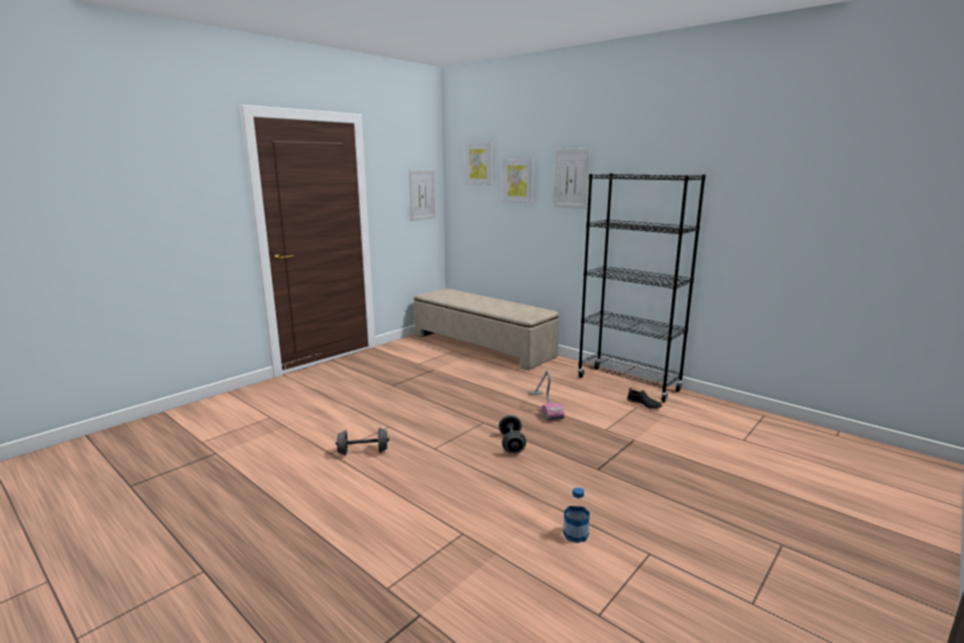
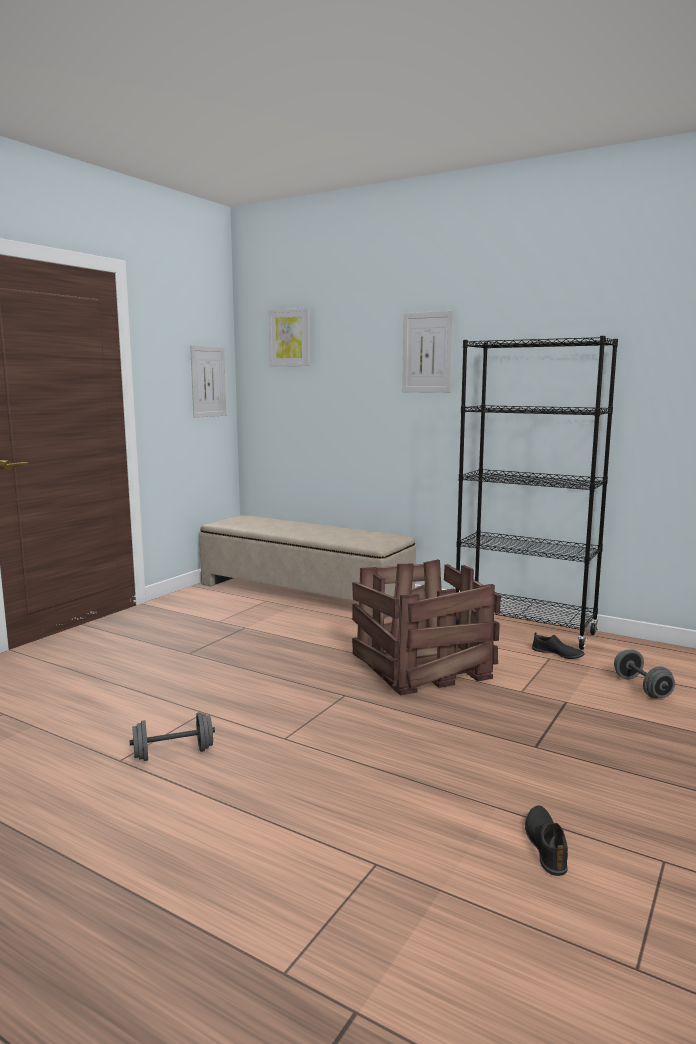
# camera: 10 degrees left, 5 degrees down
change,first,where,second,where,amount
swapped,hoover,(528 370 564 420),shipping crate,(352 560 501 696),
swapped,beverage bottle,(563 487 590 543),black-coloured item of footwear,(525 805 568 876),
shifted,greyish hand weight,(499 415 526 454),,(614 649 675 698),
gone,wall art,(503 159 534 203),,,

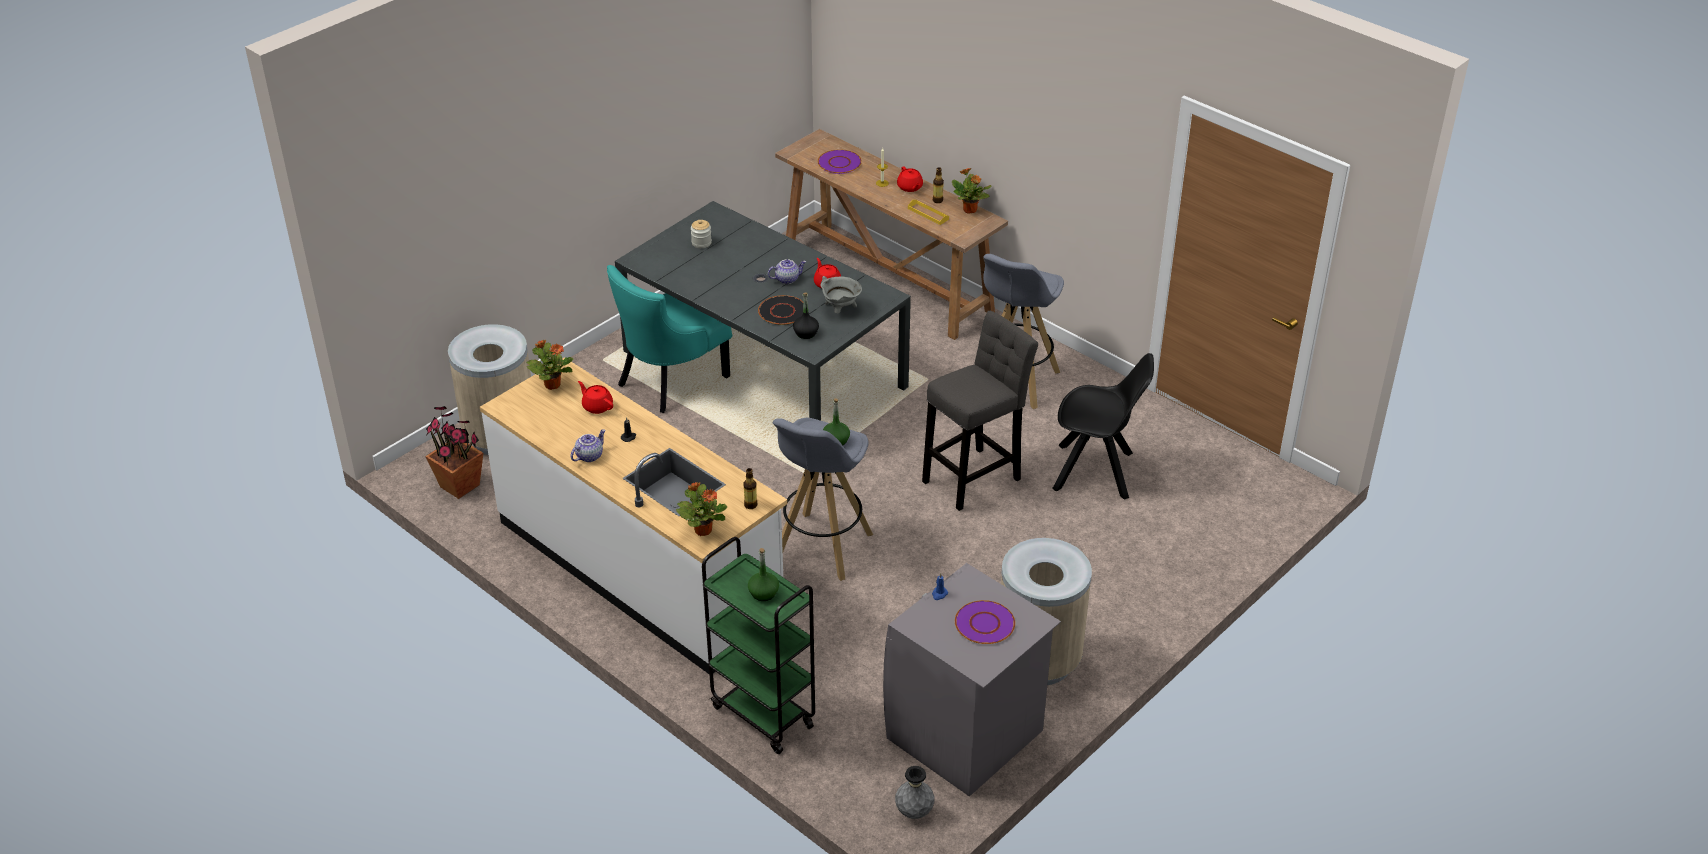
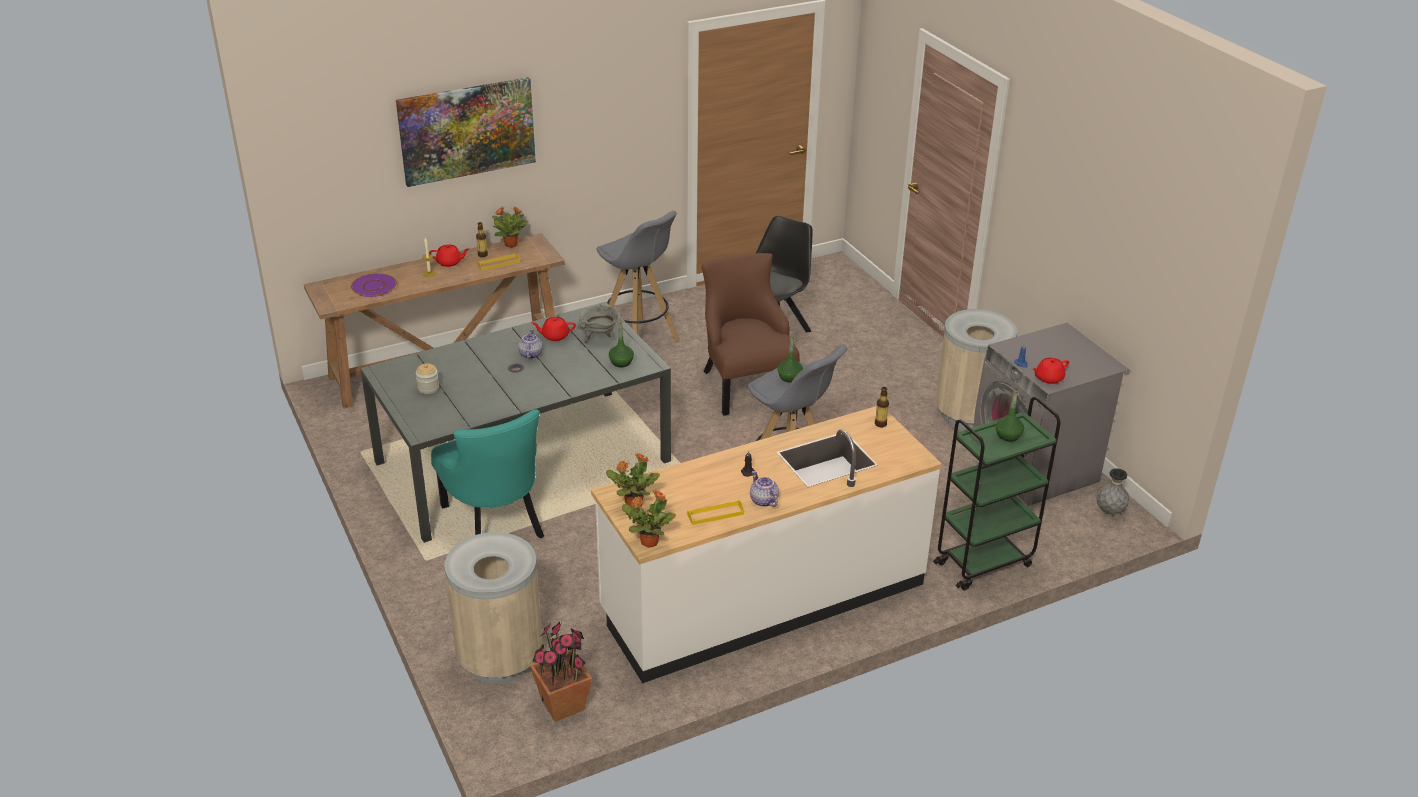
# camera: 70 degrees left, 5 degrees down
change,first,where,second,where,amount
new,,,wall art,(396 77 536 187),
repainted,black-coloured beverage bottle,(793 292 819 339),greenish beverage bottle,(609 321 634 367),
shifted,potted plant,(676 482 727 536),,(622 490 676 548),
new,,,yellowish carrying tray,(687 500 744 525),
swapped,greyish sitting stool,(922 311 1038 511),brown plain chair,(701 253 800 416),
shifted,red tea pot,(578 381 613 414),,(1032 358 1069 384),
gone,black-coloured flat dish,(758 295 803 325),,,
gone,purple-coloured flat dish,(955 600 1015 644),,,

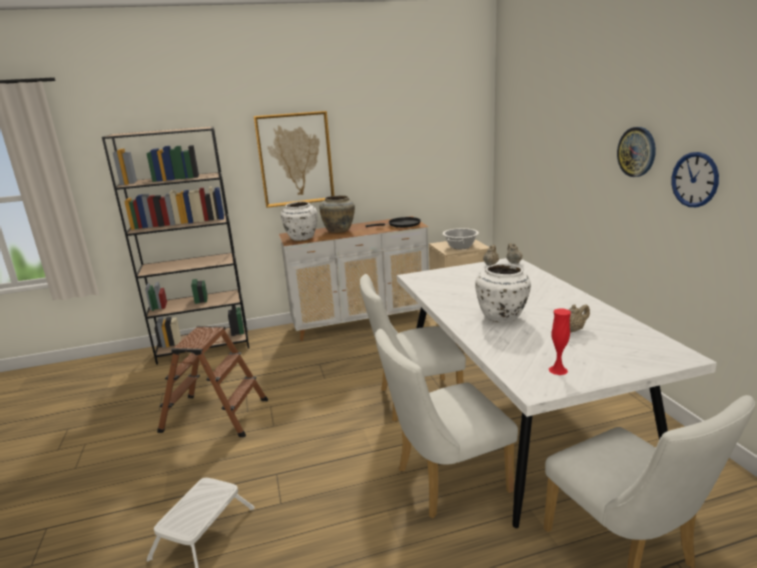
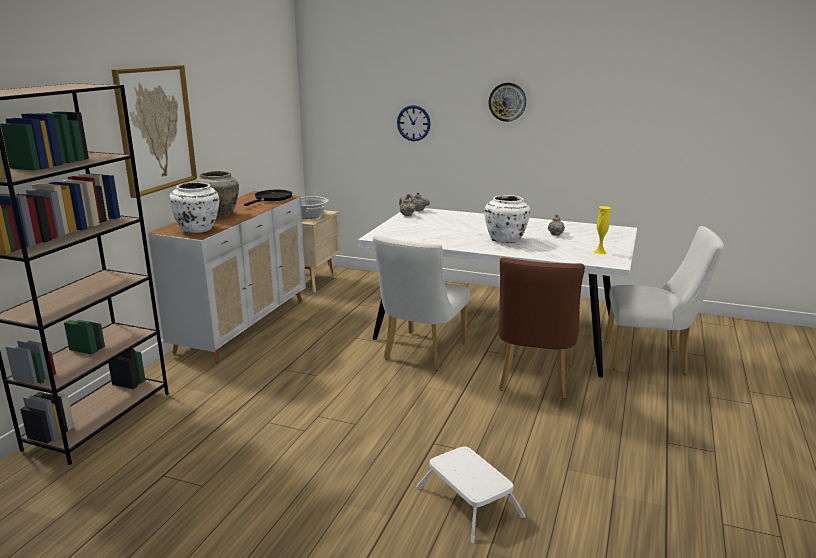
# camera: 55 degrees left, 0 degrees up
change,first,where,second,where,amount
shifted,wall clock,(671 152 719 207),,(397 105 431 141),
repainted,whitish plain chair,(375 329 518 518),brown plain chair,(498 257 585 399),
repainted,red flower vase,(549 309 571 375),yellowish flower vase,(594 206 611 255),
gone,brown stepladder,(157 326 268 437),,,

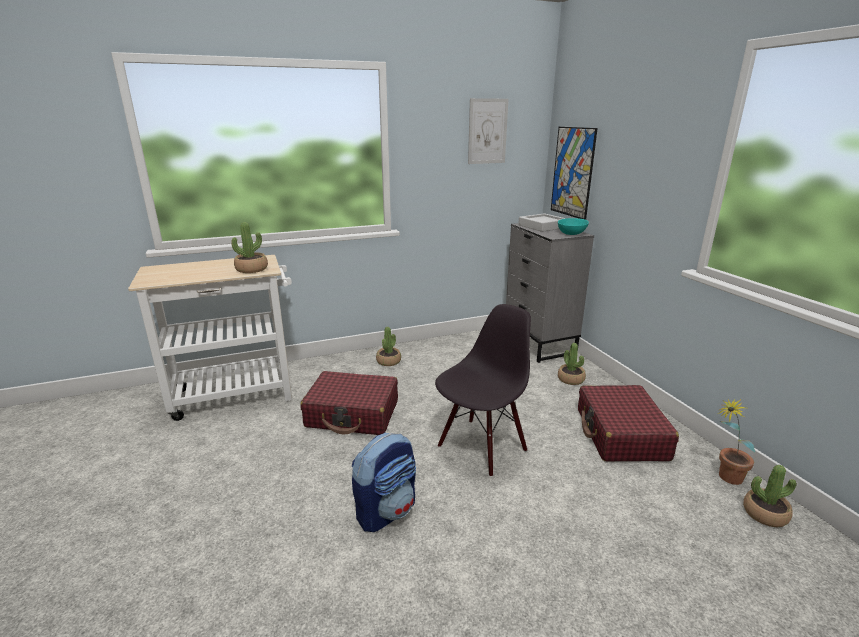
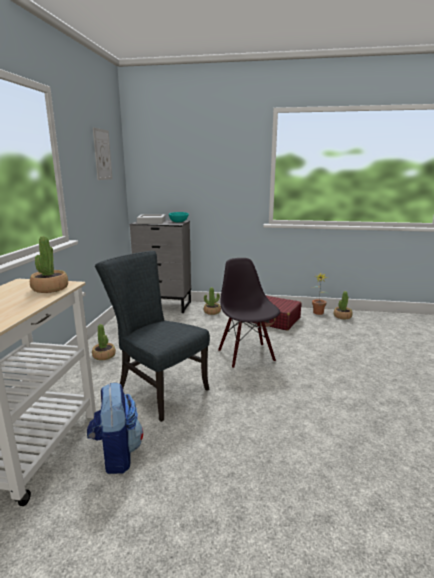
# camera: 60 degrees left, 5 degrees down
change,first,where,second,where,amount
shifted,rucksack,(352 433 416 532),,(87 383 143 474),
swapped,red piece of luggage,(300 371 398 435),greyish plain chair,(95 251 210 422),
gone,wall art,(551 127 598 220),,,

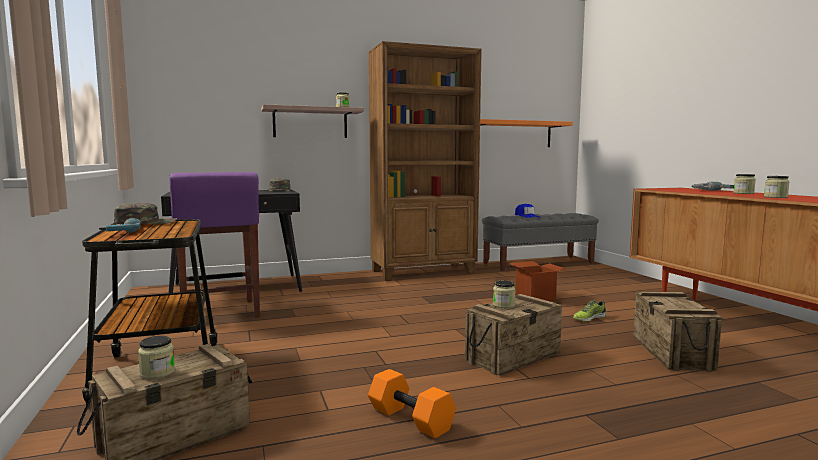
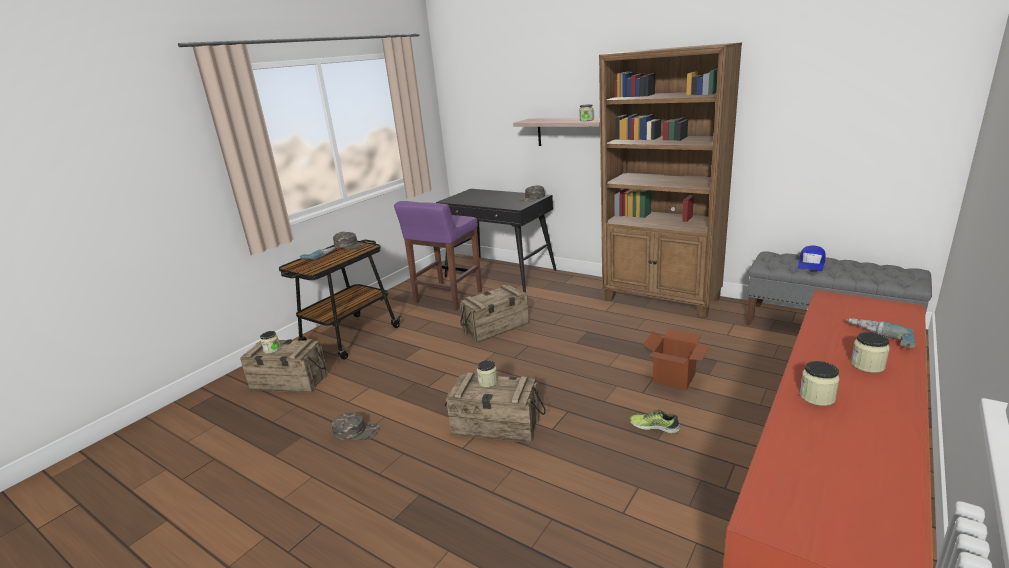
# camera: 55 degrees right, 15 degrees up
change,first,where,second,where,amount
swapped,orange-coloured hand weight,(368 369 456 438),greenish baseball cap,(332 412 380 440),
shifted,shipping crate,(634 291 722 372),,(460 285 529 343),
gone,orange-coloured bracket shelf,(480 119 573 147),,,

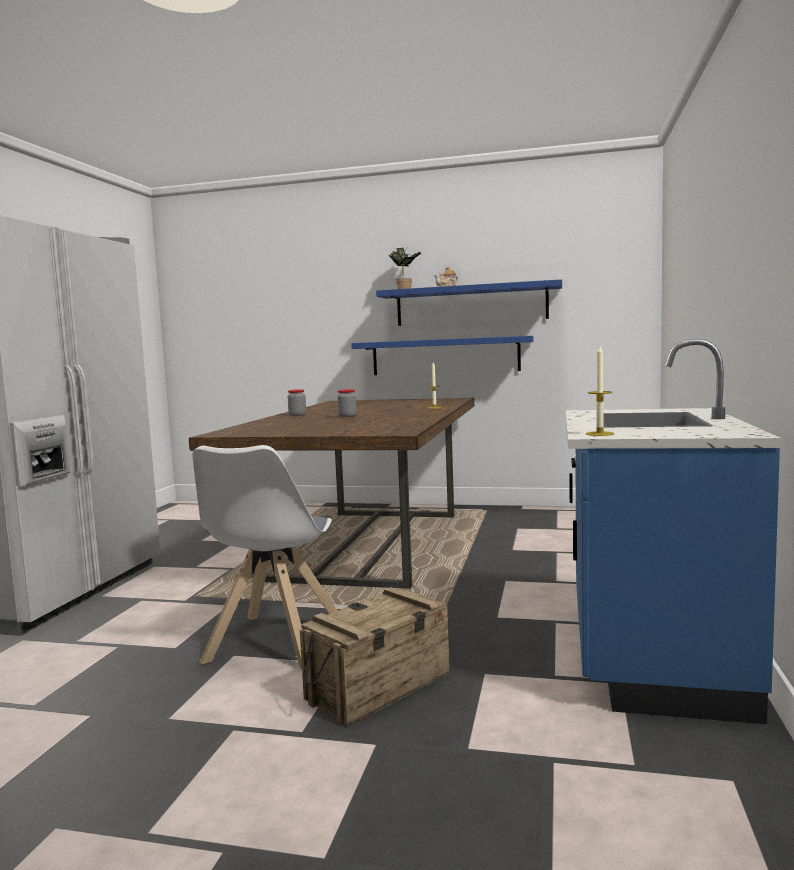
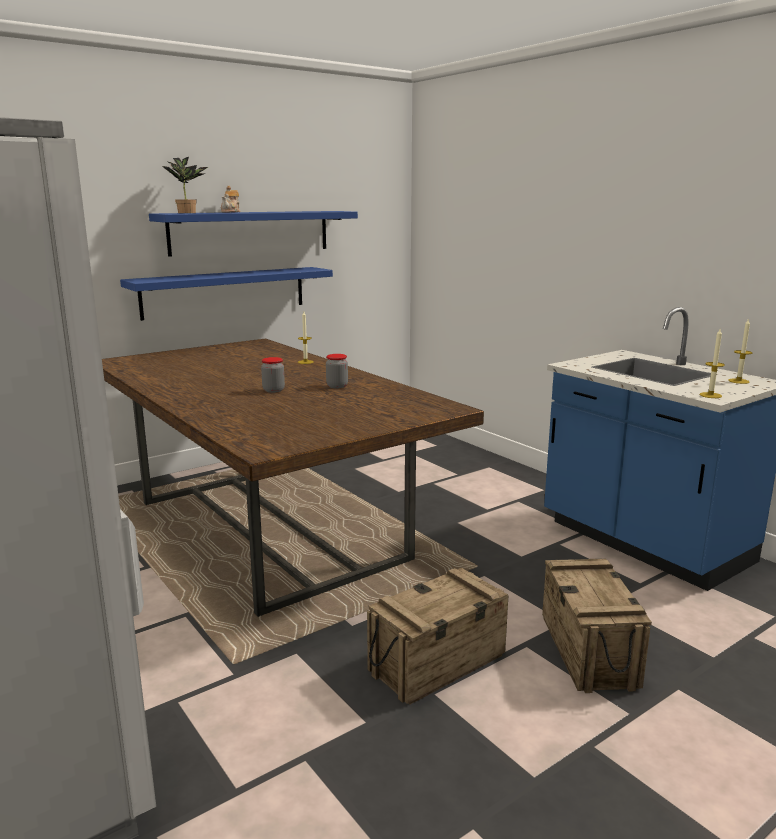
# camera: 50 degrees left, 10 degrees up
change,first,where,second,where,amount
shifted,jar,(288 389 306 416),,(326 354 348 388),
swapped,plain chair,(193 445 338 669),shipping crate,(367 568 508 705),
new,,,candle,(728 318 753 384),

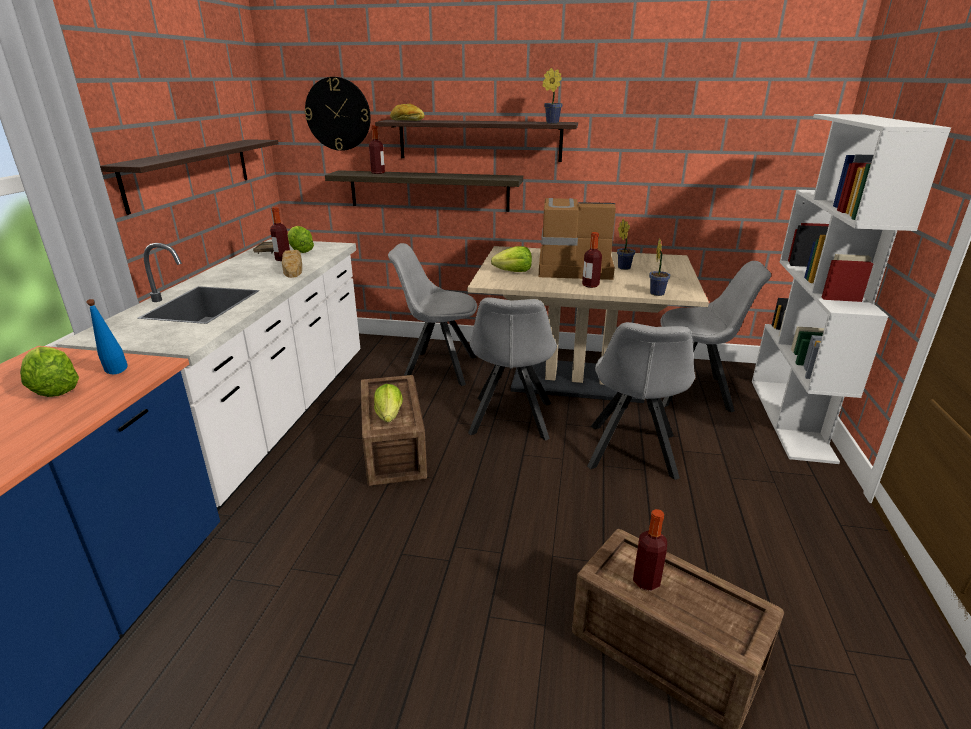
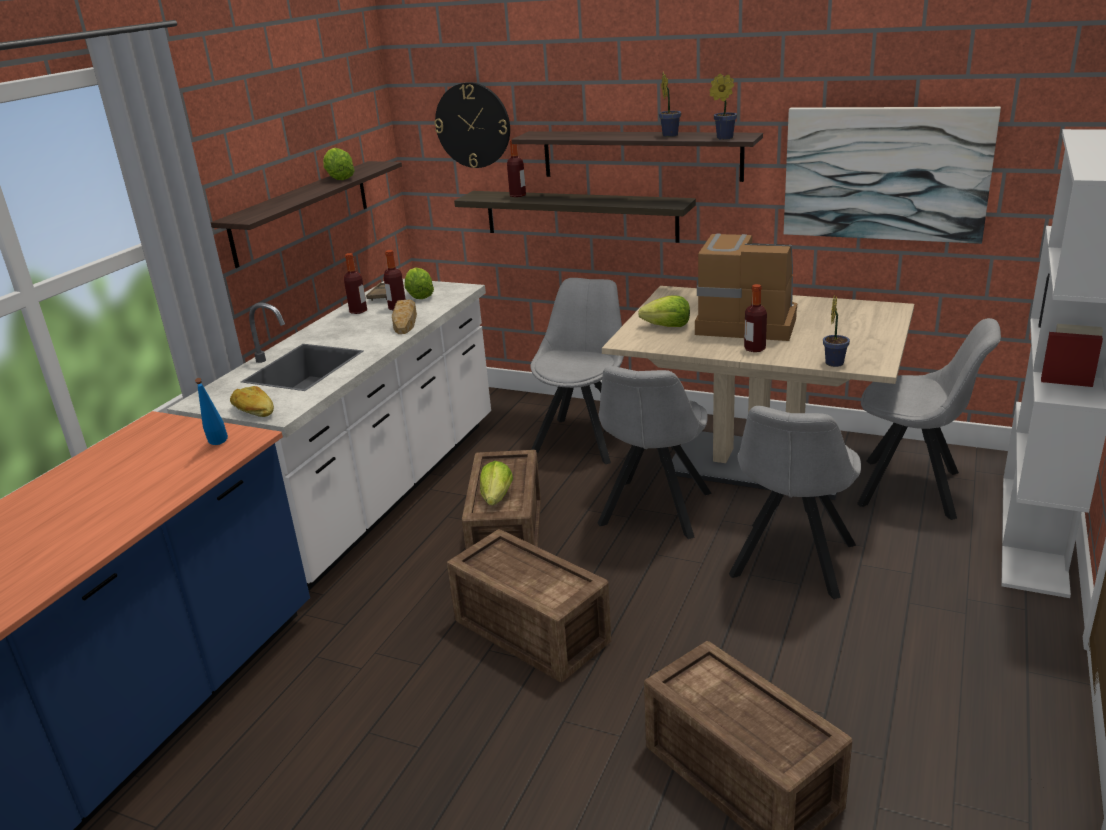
# camera: 15 degrees right, 0 degrees up
change,first,where,second,where,amount
shifted,bakery bread,(390 104 424 121),,(230 386 274 417),
shifted,lettuce,(20 346 79 397),,(323 148 355 180),
shifted,beverage bottle,(633 509 667 591),,(344 253 367 314),
new,,,shipping crate,(447 529 611 682),
rotated,greyish plain chair,(388 243 477 386),,(530 278 624 464),90 degrees clockwise
shifted,potted plant,(617 219 635 270),,(659 72 681 137),
new,,,wall art,(784 107 1001 244),

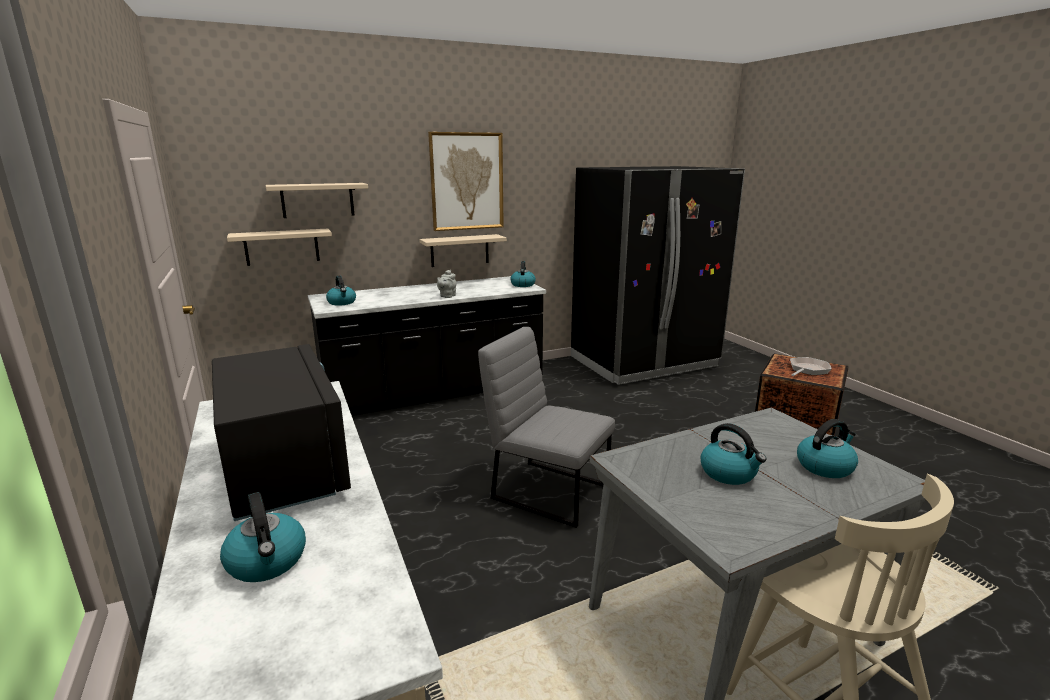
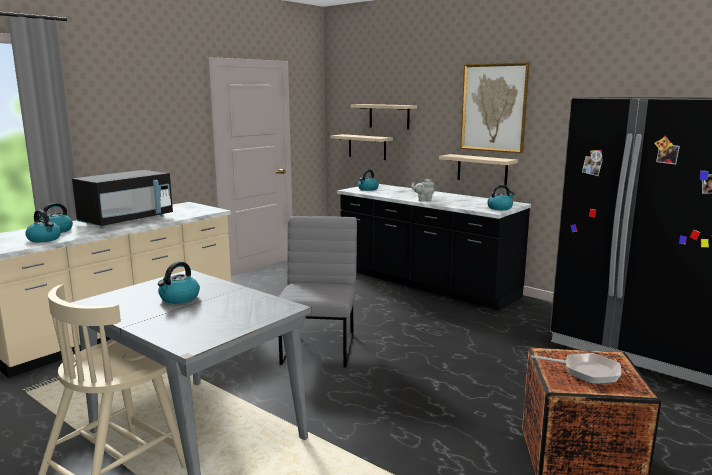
# camera: 65 degrees right, 5 degrees down
change,first,where,second,where,amount
shifted,kettle,(797 419 858 478),,(25 210 61 242),

